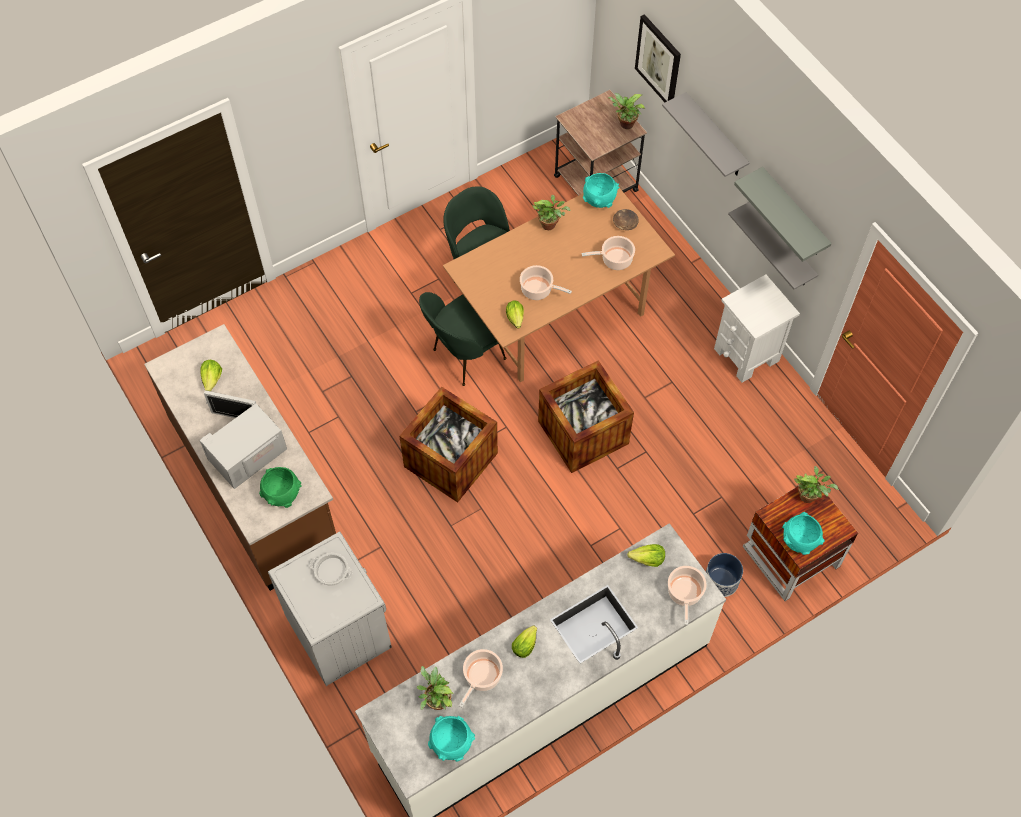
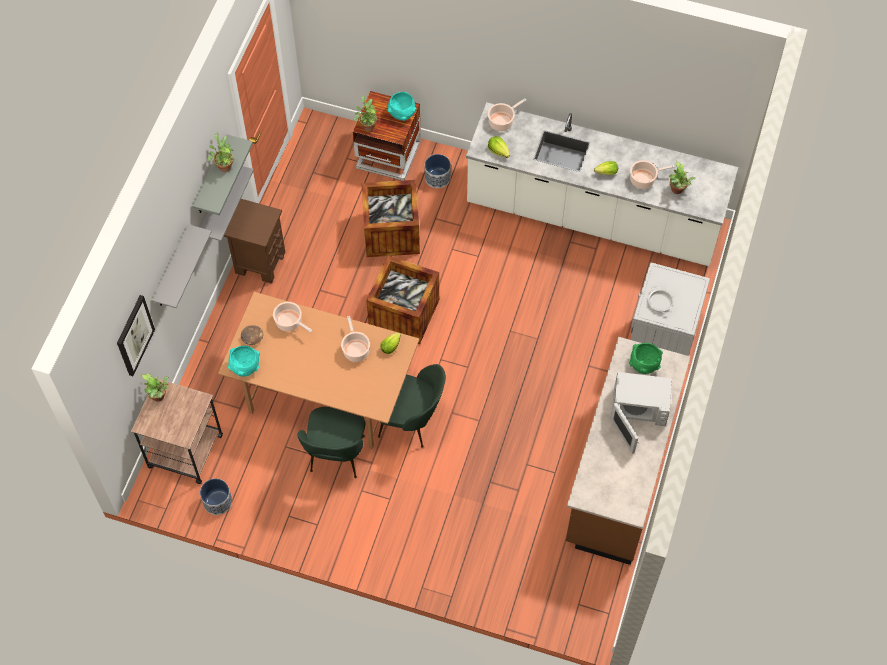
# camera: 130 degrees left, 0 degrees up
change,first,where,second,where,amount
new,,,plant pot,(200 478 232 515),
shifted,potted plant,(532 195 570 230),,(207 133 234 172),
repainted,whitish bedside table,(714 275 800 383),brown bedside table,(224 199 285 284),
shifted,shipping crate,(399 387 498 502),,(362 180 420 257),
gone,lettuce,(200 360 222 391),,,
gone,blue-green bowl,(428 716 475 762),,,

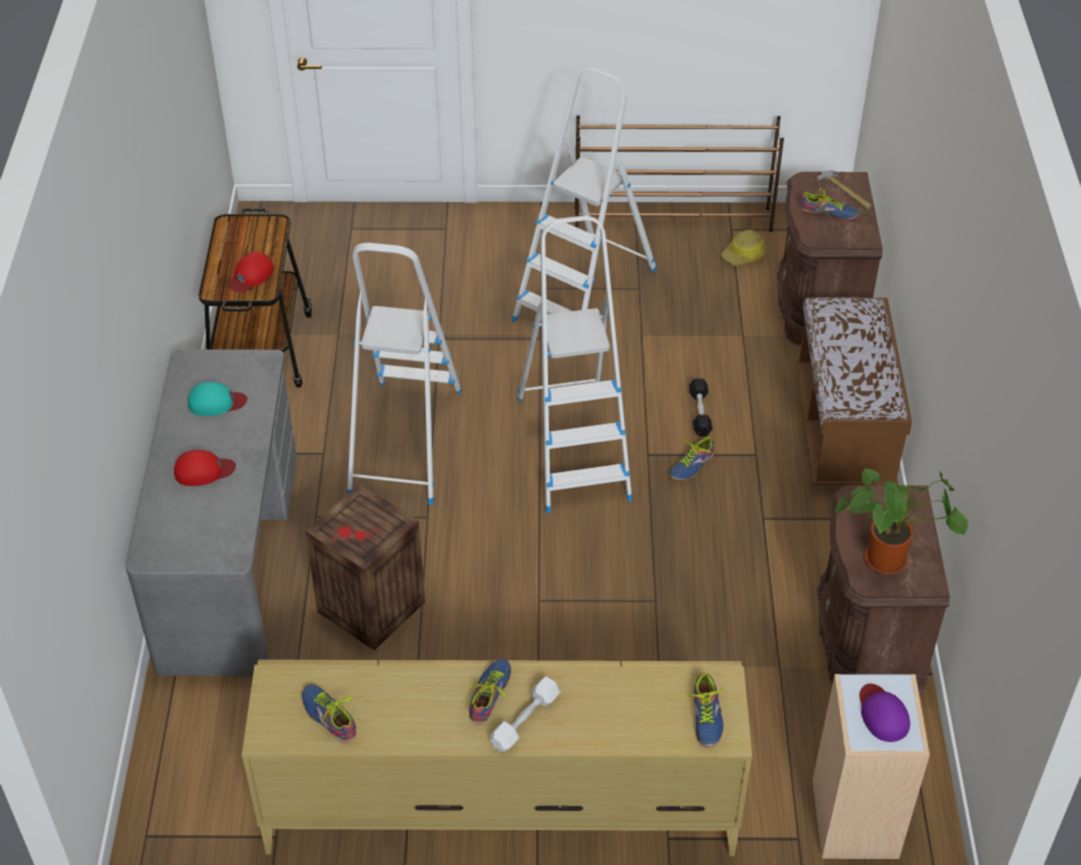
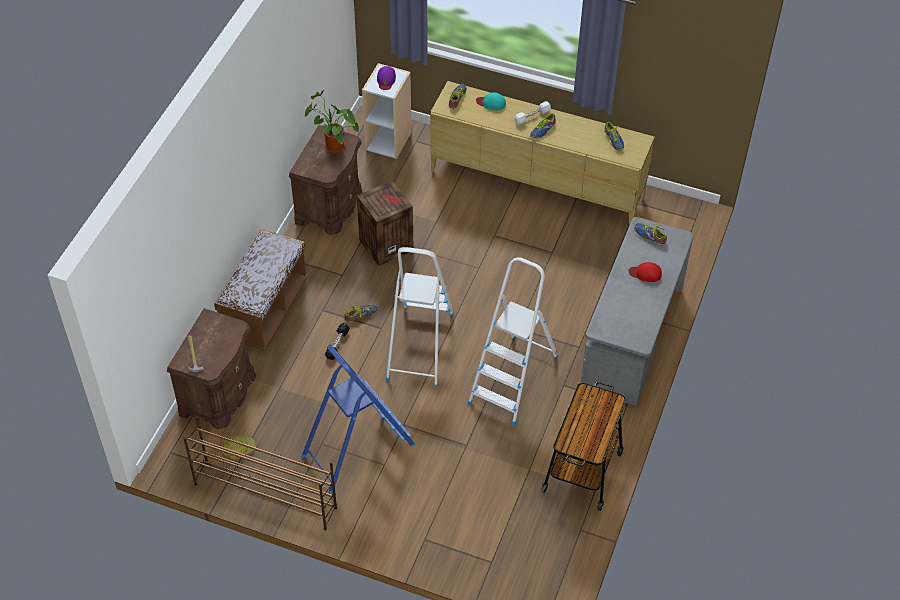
# camera: 160 degrees left, 5 degrees up
change,first,where,second,where,amount
repainted,whitish stepladder,(512 67 657 323),blue stepladder,(301 344 415 494),
shifted,shipping crate,(305 484 425 650),,(357 181 413 266),
shifted,blue-green baseball cap,(188 382 247 416),,(476 92 506 110),
shifted,item of footwear,(800 188 859 220),,(634 223 667 245),
gone,red baseball cap,(229 252 274 292),,,

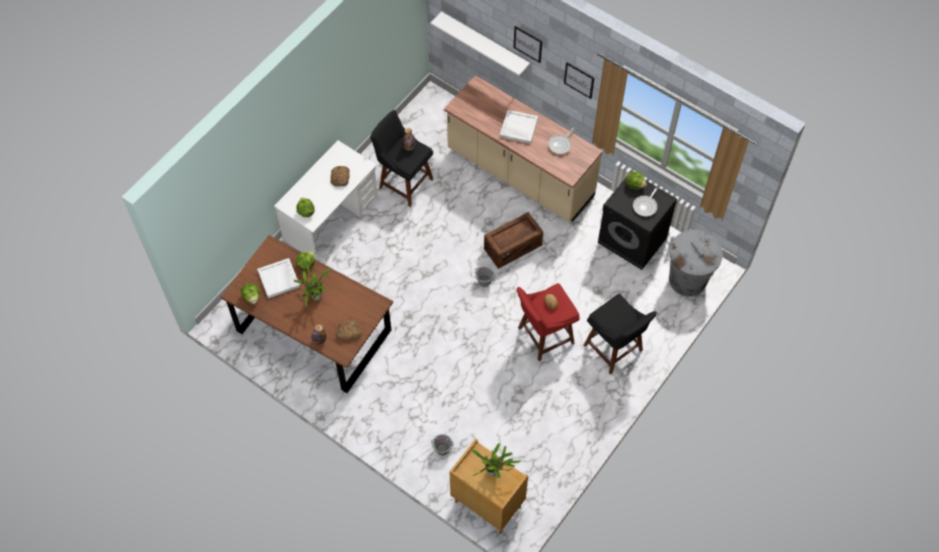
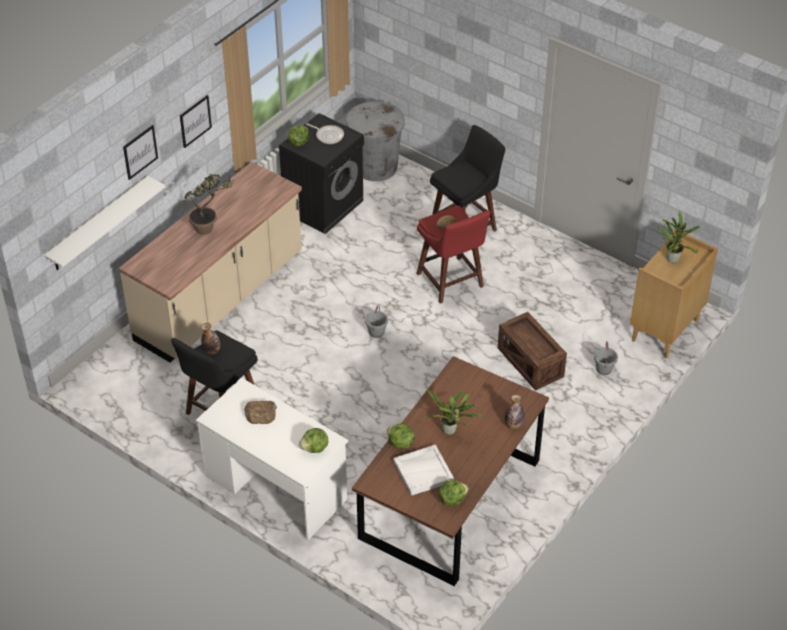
# camera: 90 degrees left, 15 degrees down
change,first,where,second,where,amount
swapped,whitish carrying tray,(500 110 538 144),potted plant,(182 174 233 235),
shifted,shipping crate,(484 212 543 269),,(498 312 567 391),
gone,bakery bread,(337 321 362 341),,,
gone,frying pan,(548 128 574 154),,,

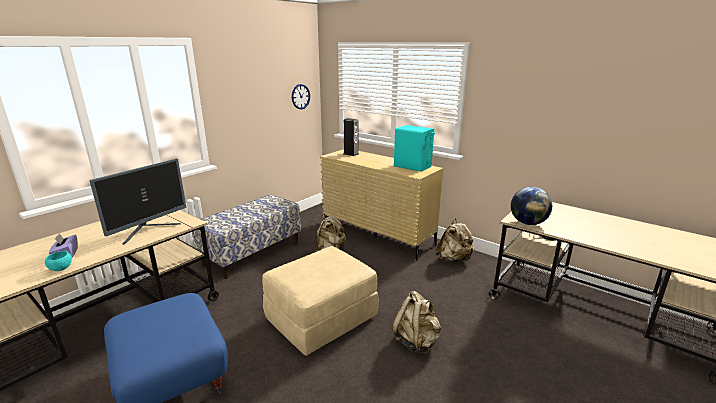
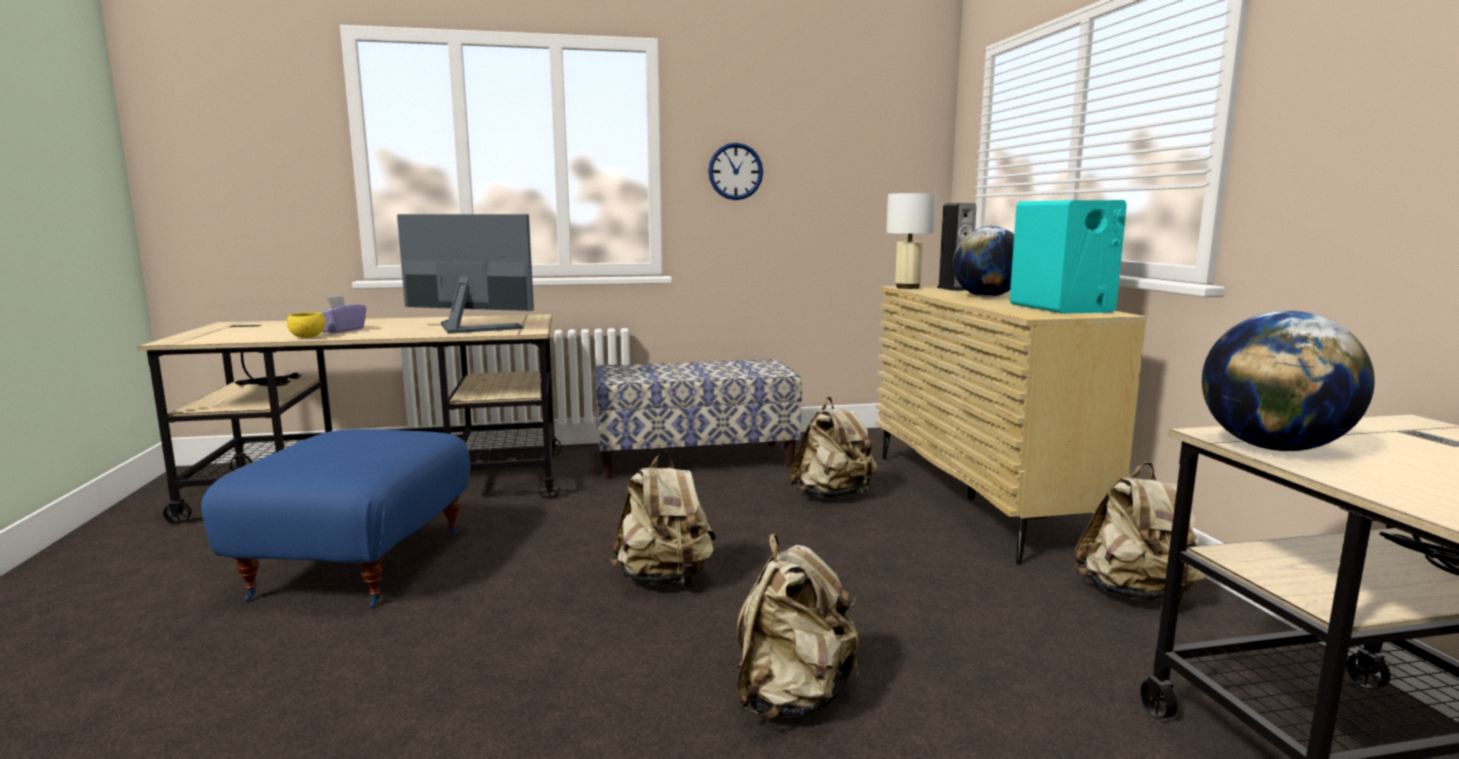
# camera: 40 degrees right, 10 degrees down
change,first,where,second,where,amount
repainted,blue-green bowl,(45 251 72 271),yellowish bowl,(287 312 326 338),
rotated,computer screen,(89 159 186 245),,(397 214 534 334),150 degrees counterclockwise
swapped,sand-coloured footrest,(262 246 379 356),sand-coloured rucksack,(609 451 716 587),
shifted,wall clock,(292 84 310 109),,(708 143 763 200),
new,,,whitish table lamp,(886 193 937 289),
new,,,world globe,(953 226 1014 297),

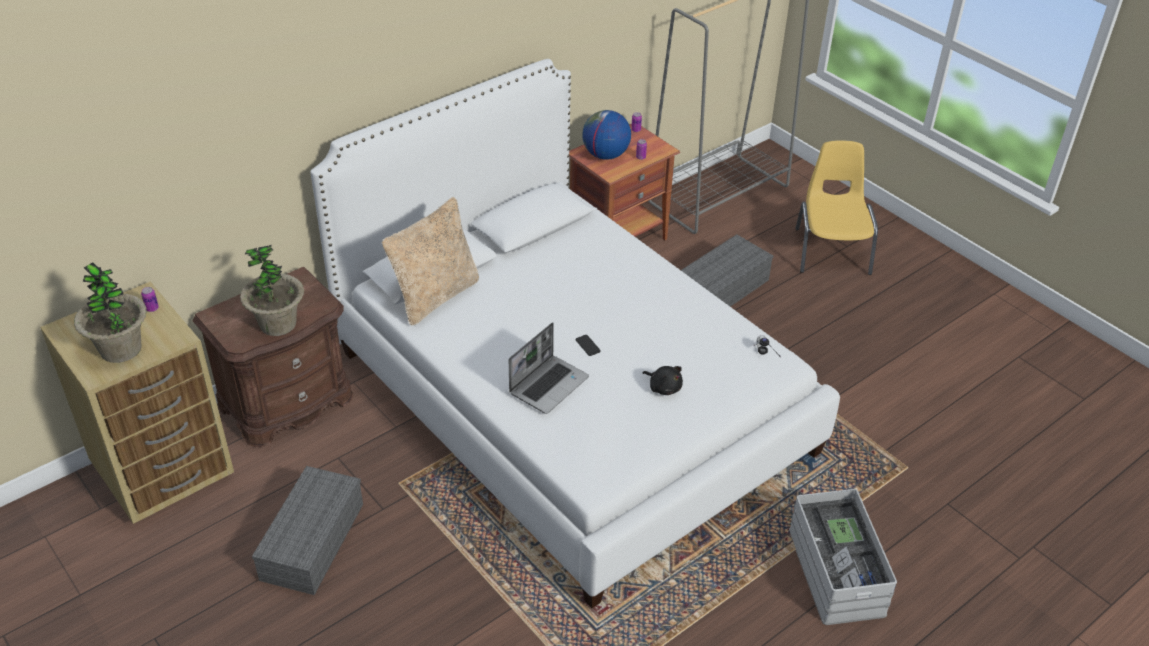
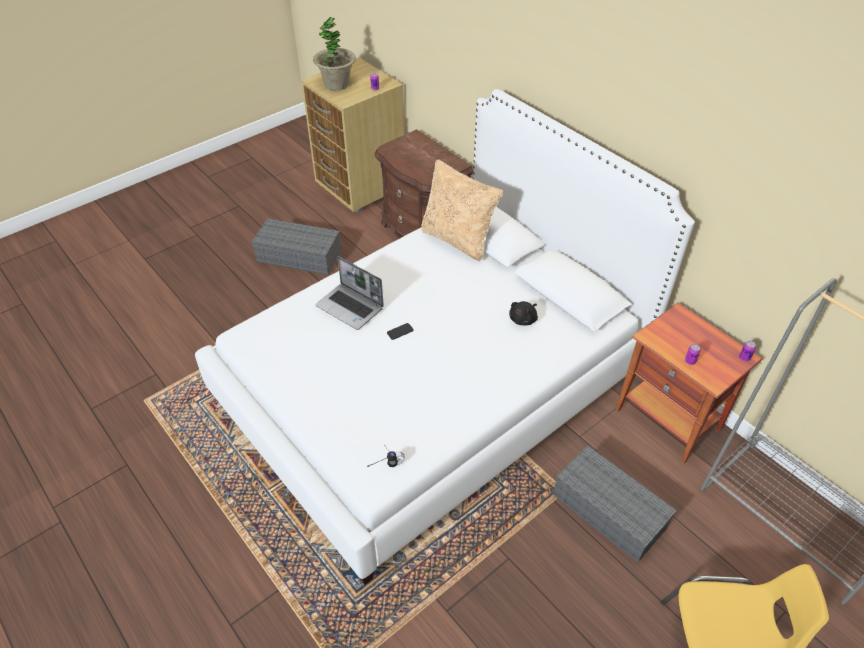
# camera: 90 degrees right, 5 degrees up
change,first,where,second,where,amount
shifted,black-coloured cuddly toy,(643 366 683 395),,(509 301 538 325),
gone,potted plant,(240 245 304 336),,,
gone,world globe,(582 110 631 160),,,
gone,greyish storage bin,(789 489 897 625),,,

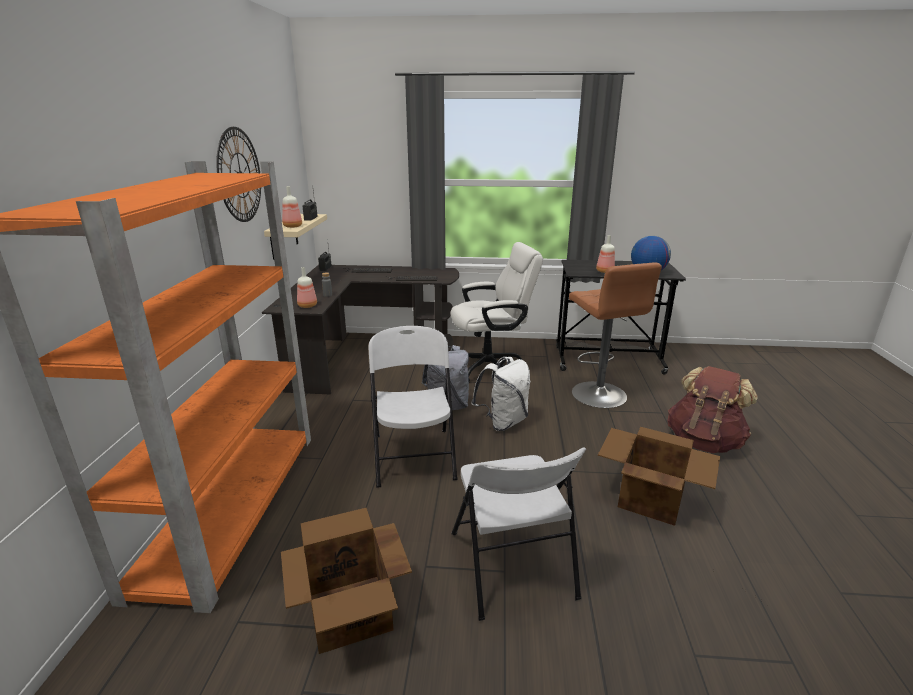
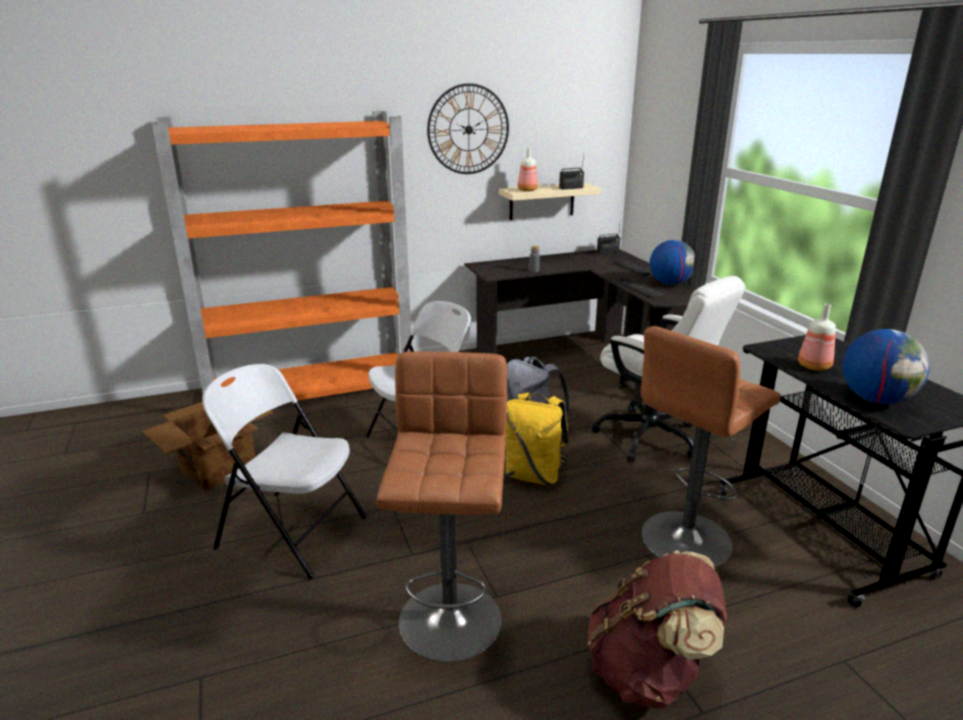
# camera: 65 degrees right, 0 degrees up
change,first,where,second,where,amount
rotated,whitish plain chair,(451 448 586 621),,(202 364 367 580),60 degrees clockwise
swapped,carton,(598 427 720 526),brown sitting stool,(377 351 507 662),
repainted,whitish rucksack,(471 357 530 431),yellowish rucksack,(505 393 569 485),
new,,,world globe,(650 240 695 285),
gone,beverage bottle,(297 267 317 308),,,

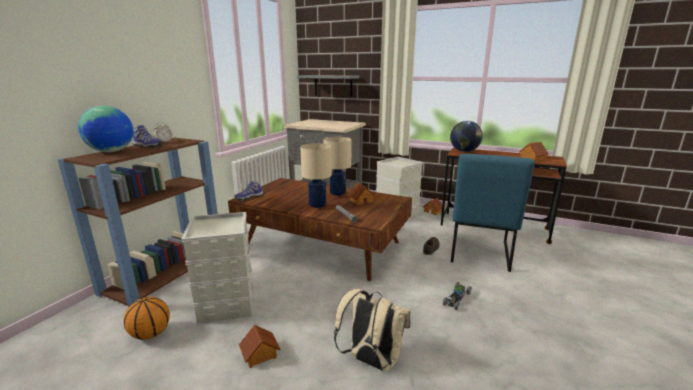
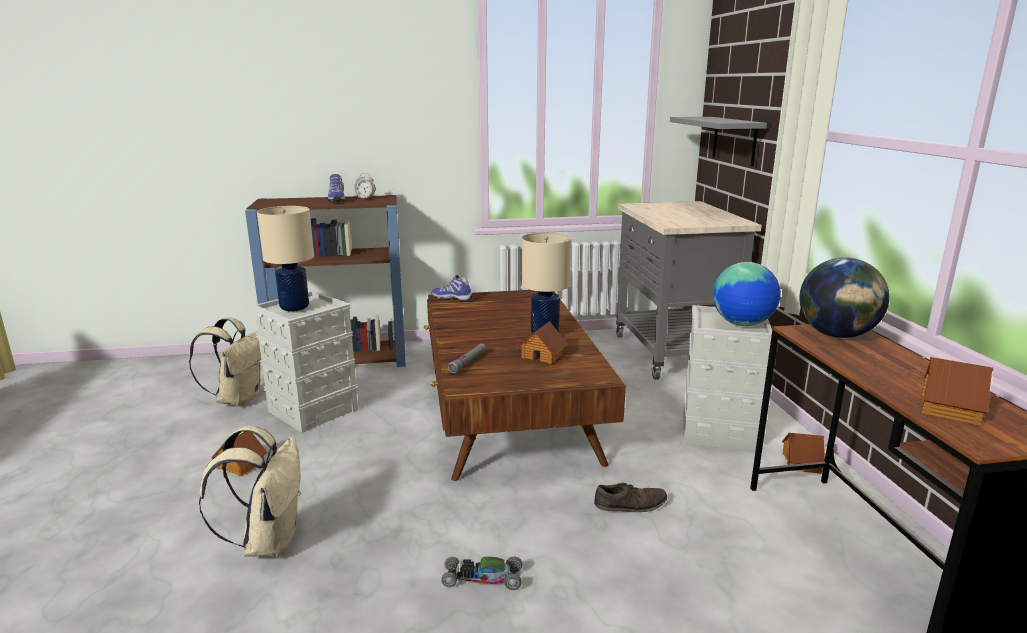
# camera: 55 degrees right, 0 degrees up
change,first,where,second,where,amount
swapped,basketball,(124 297 170 340),sand-coloured rucksack,(189 317 261 406),
shifted,sand-coloured table lamp,(300 143 332 208),,(257 206 314 312),
shifted,world globe,(78 106 134 152),,(713 262 781 326),
gone,blue plain chair,(451 154 535 272),,,

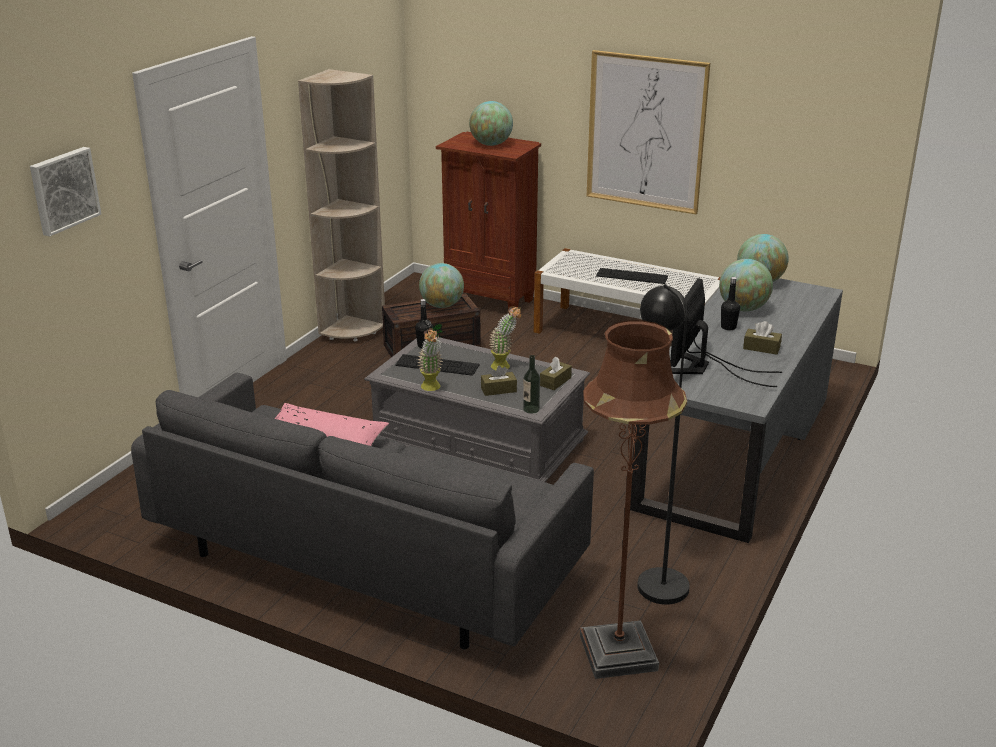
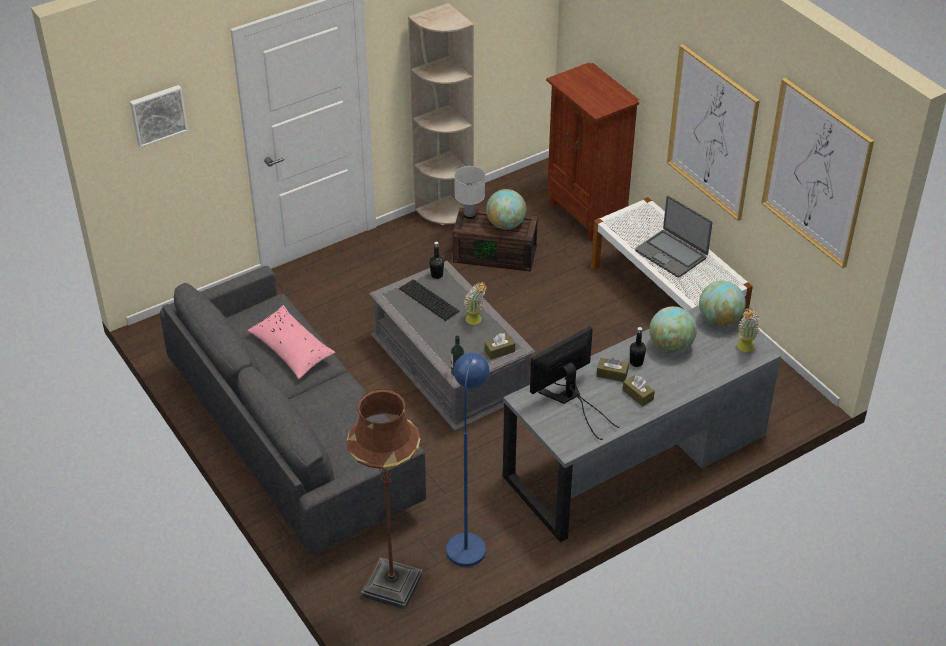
# camera: 30 degrees right, 15 degrees up
change,first,where,second,where,amount
repainted,black-coloured standard lamp,(637 284 690 605),blue standard lamp,(446 353 489 567),
new,,,whitish table lamp,(454 166 485 219),
shifted,brown tissue box,(481 366 517 396),,(597 357 629 382),
swapped,keyboard,(596 268 668 284),notebook computer,(635 196 712 278),
shifted,potted plant,(417 328 443 391),,(737 307 759 352),
new,,,wall art,(761 78 874 268),
gone,world globe,(469 101 513 146),,,

